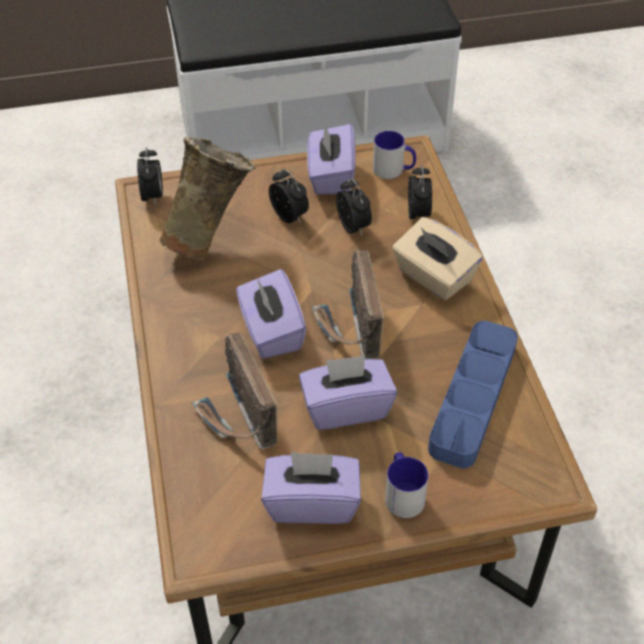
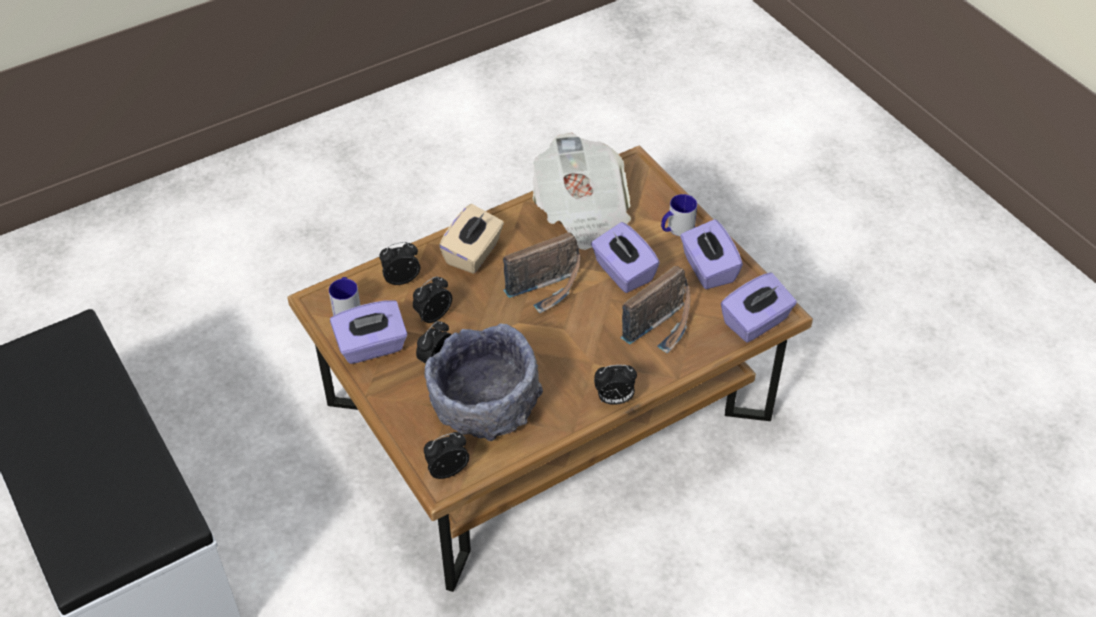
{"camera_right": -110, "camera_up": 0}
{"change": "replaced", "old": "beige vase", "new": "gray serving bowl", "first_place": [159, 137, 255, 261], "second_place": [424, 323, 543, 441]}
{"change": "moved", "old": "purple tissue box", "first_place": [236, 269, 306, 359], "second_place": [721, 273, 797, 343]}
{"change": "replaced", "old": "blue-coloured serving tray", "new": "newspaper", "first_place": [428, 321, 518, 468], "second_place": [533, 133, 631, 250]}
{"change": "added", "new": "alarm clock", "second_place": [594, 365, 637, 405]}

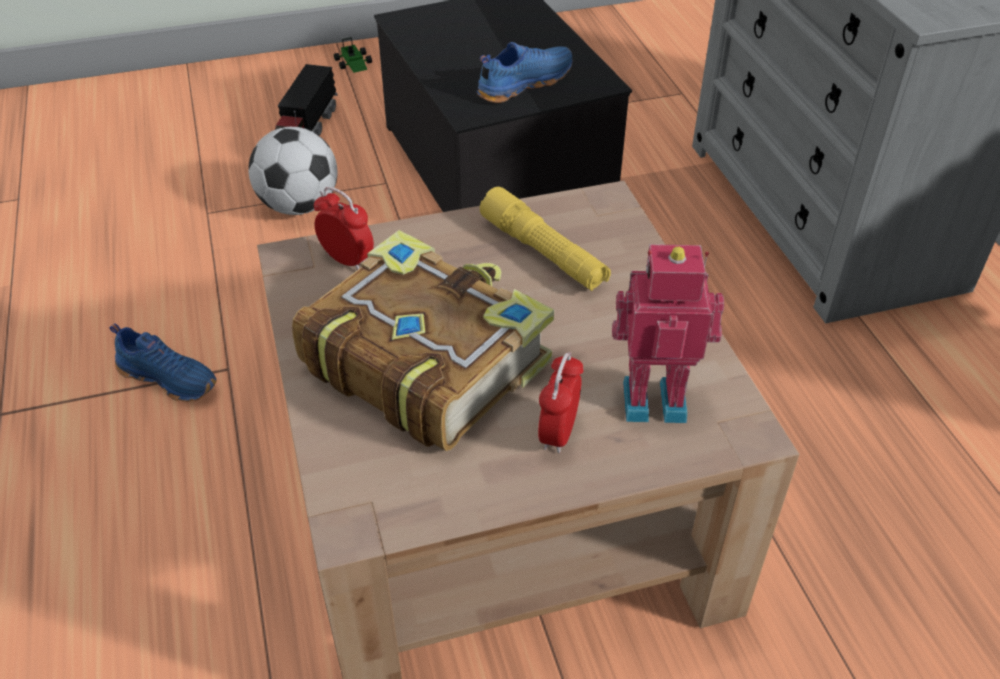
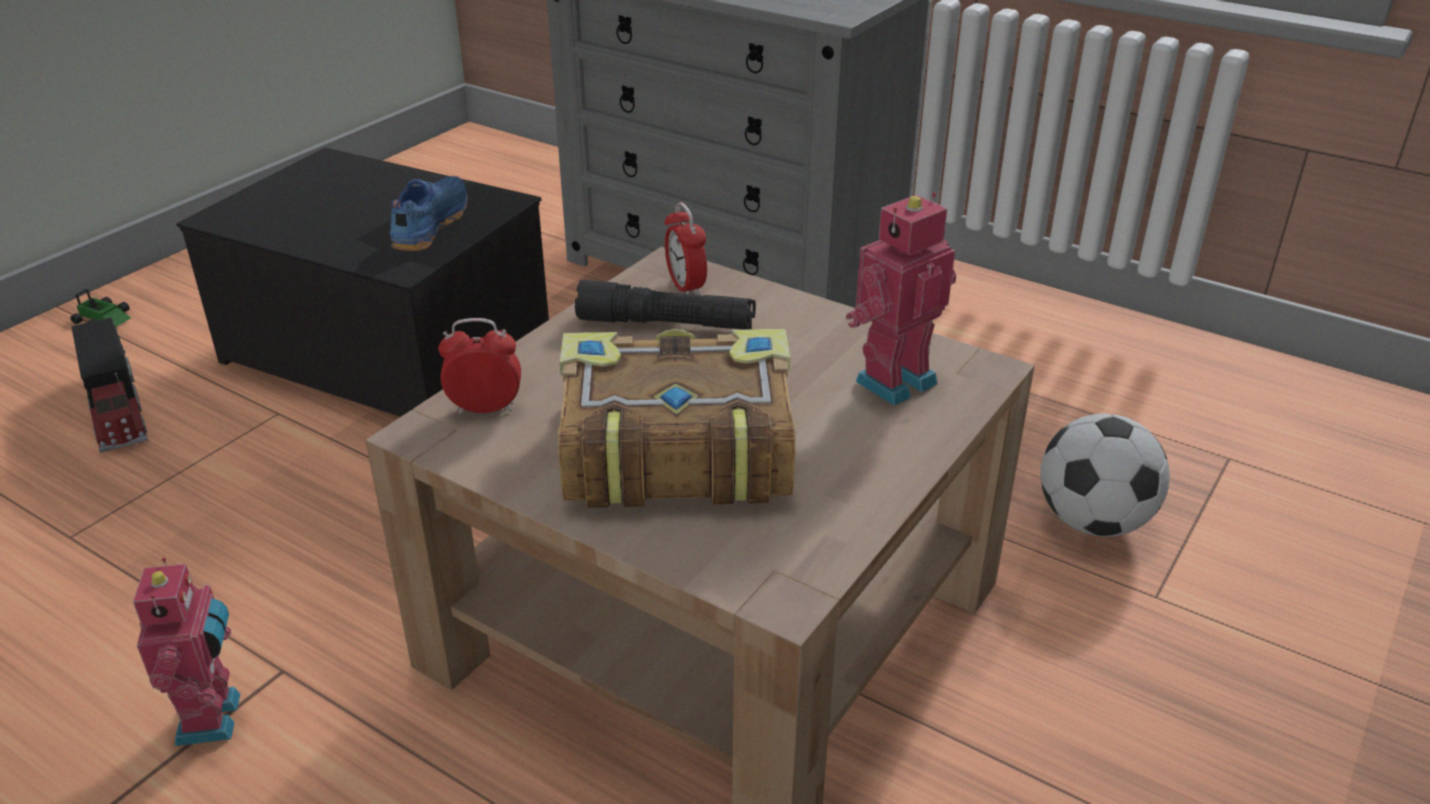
{"camera_right": -40, "camera_up": -10}
{"change": "moved", "old": "football", "first_place": [249, 127, 338, 215], "second_place": [1041, 413, 1170, 537]}
{"change": "recoloured", "old": "yellow-coloured hand torch", "new": "blackish hand torch", "first_place": [480, 187, 611, 291], "second_place": [575, 280, 756, 329]}
{"change": "replaced", "old": "blue-coloured item of footwear", "new": "robot figure", "first_place": [110, 323, 217, 402], "second_place": [133, 558, 241, 746]}
{"change": "moved", "old": "alarm clock", "first_place": [538, 352, 584, 453], "second_place": [665, 202, 707, 295]}

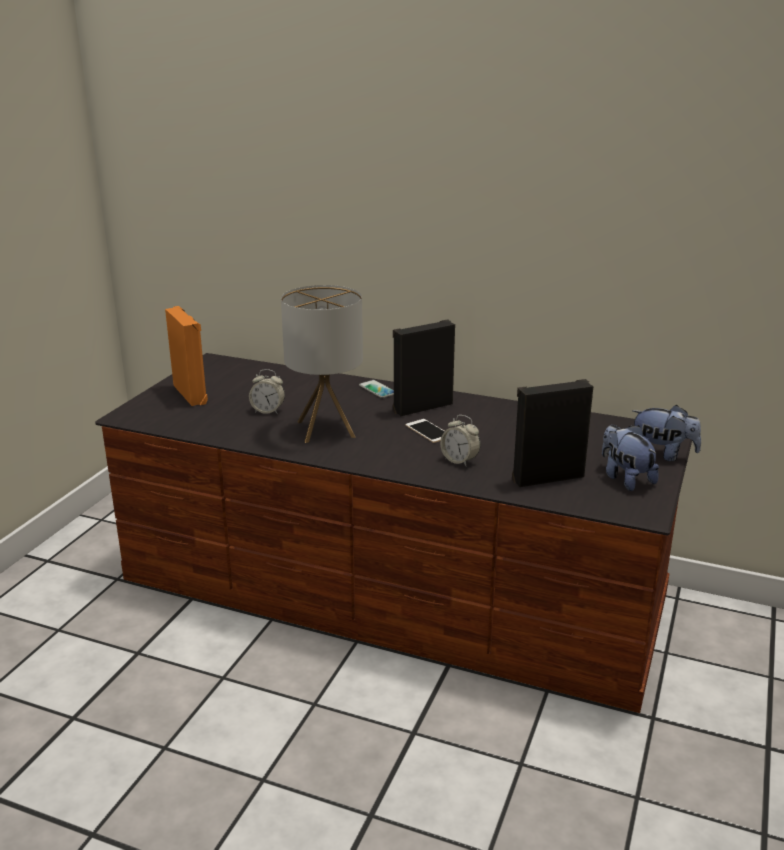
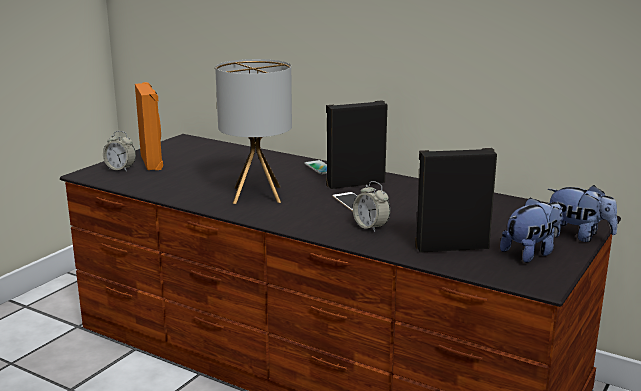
{"camera_right": 10, "camera_up": -5}
{"change": "moved", "old": "alarm clock", "first_place": [249, 369, 285, 414], "second_place": [103, 131, 136, 172]}
{"change": "turned", "old": "plush toy", "first_place": [602, 425, 659, 491], "second_place": [500, 197, 563, 263], "degrees": 75}

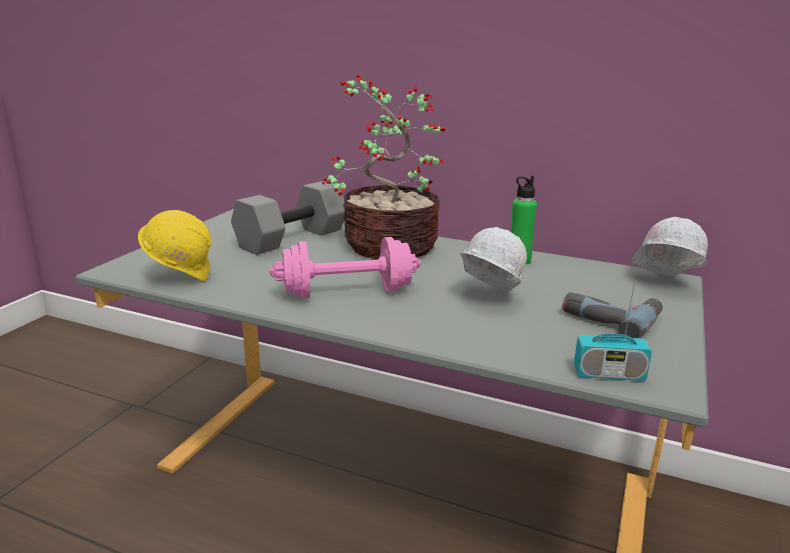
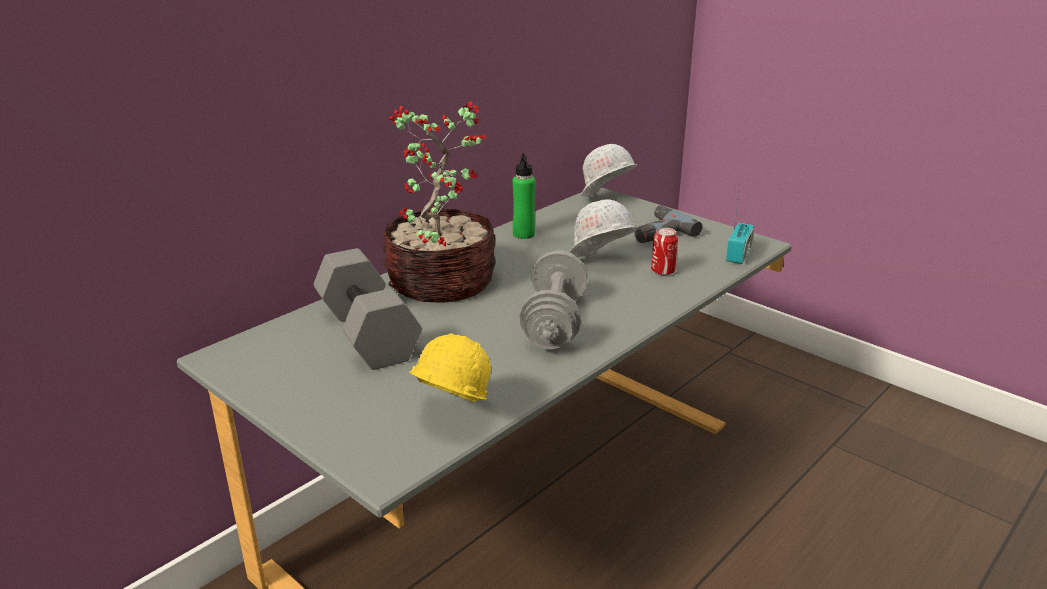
{"camera_right": -70, "camera_up": 5}
{"change": "recoloured", "old": "pink hand weight", "new": "gray hand weight", "first_place": [270, 237, 421, 298], "second_place": [520, 250, 587, 349]}
{"change": "added", "new": "sealed can", "second_place": [651, 228, 678, 275]}

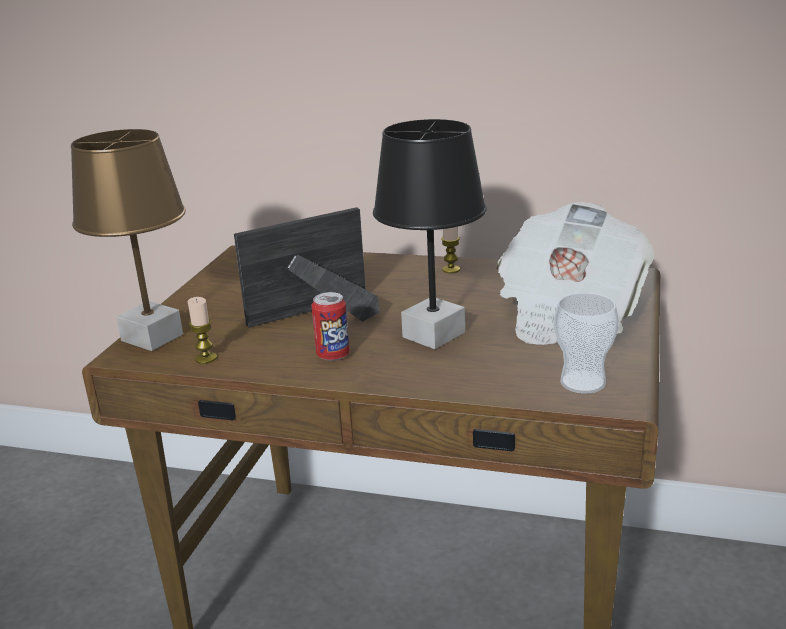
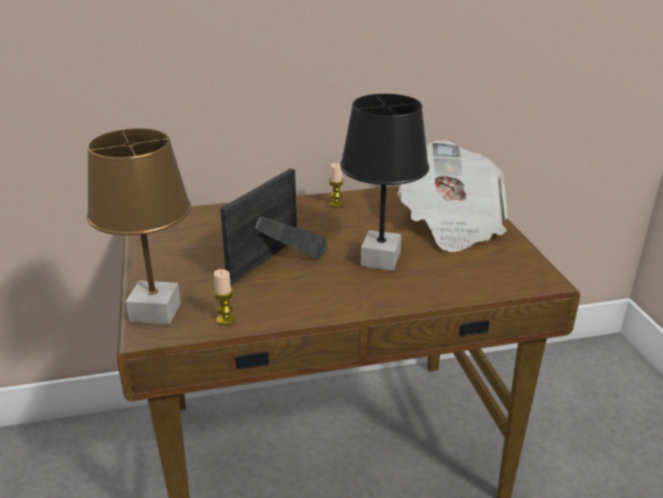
{"camera_right": -30, "camera_up": 5}
{"change": "removed", "old": "sealed can", "first_place": [311, 292, 350, 361]}
{"change": "removed", "old": "small cup", "first_place": [554, 293, 619, 394]}

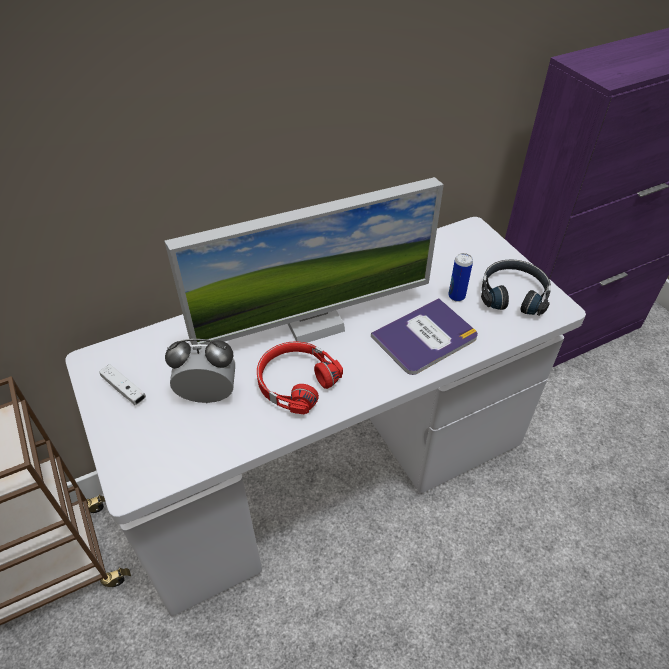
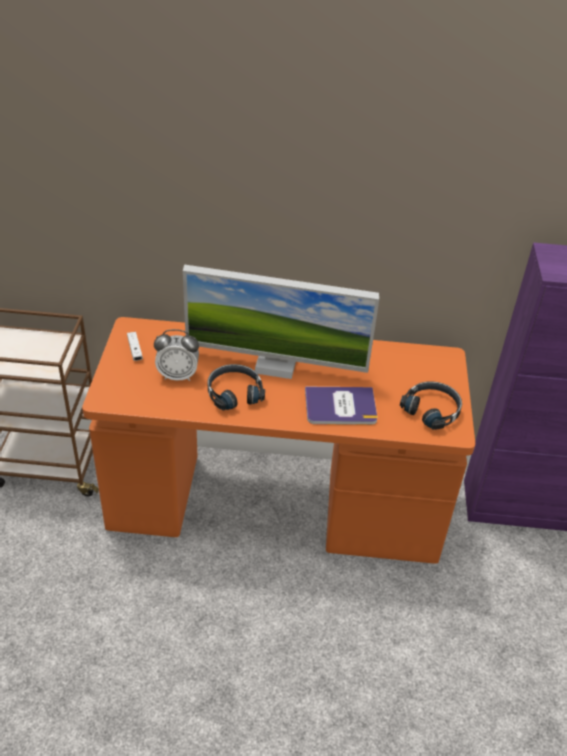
{"camera_right": 30, "camera_up": -5}
{"change": "recoloured", "old": "white-coloured desk", "new": "orange-coloured desk", "first_place": [65, 217, 586, 616], "second_place": [82, 317, 475, 564]}
{"change": "removed", "old": "sealed can", "first_place": [448, 253, 473, 302]}
{"change": "turned", "old": "alarm clock", "first_place": [165, 339, 235, 403], "second_place": [154, 329, 199, 381], "degrees": 150}
{"change": "recoloured", "old": "reddish pair of headphones", "new": "blackish pair of headphones", "first_place": [257, 341, 343, 414], "second_place": [208, 364, 265, 411]}

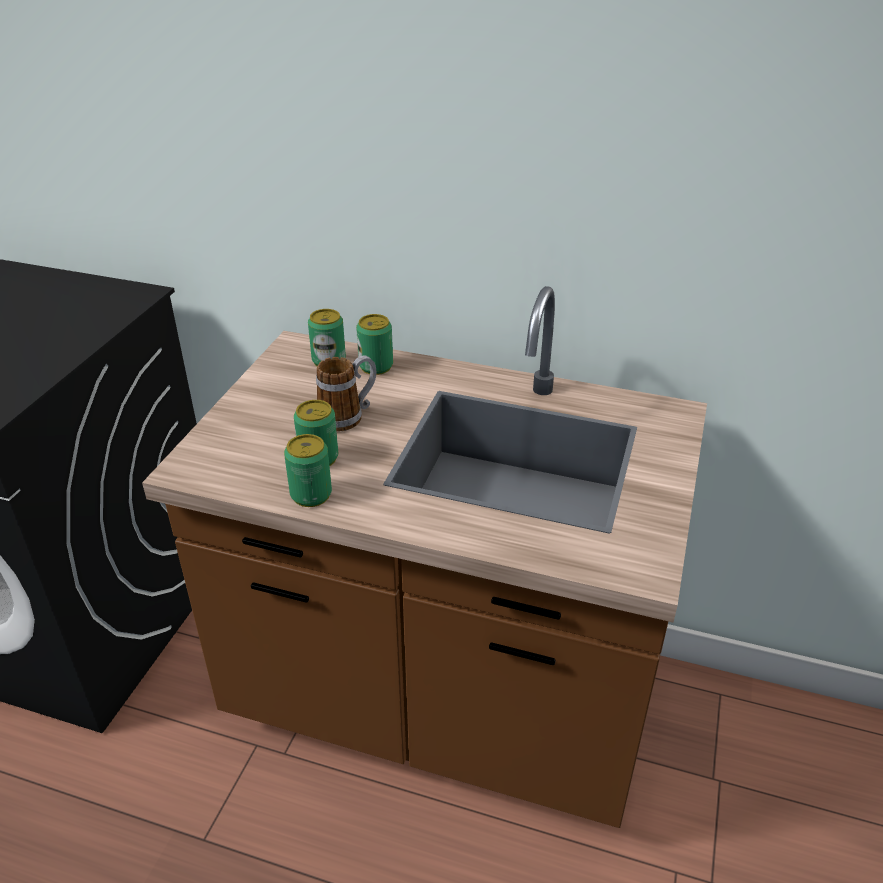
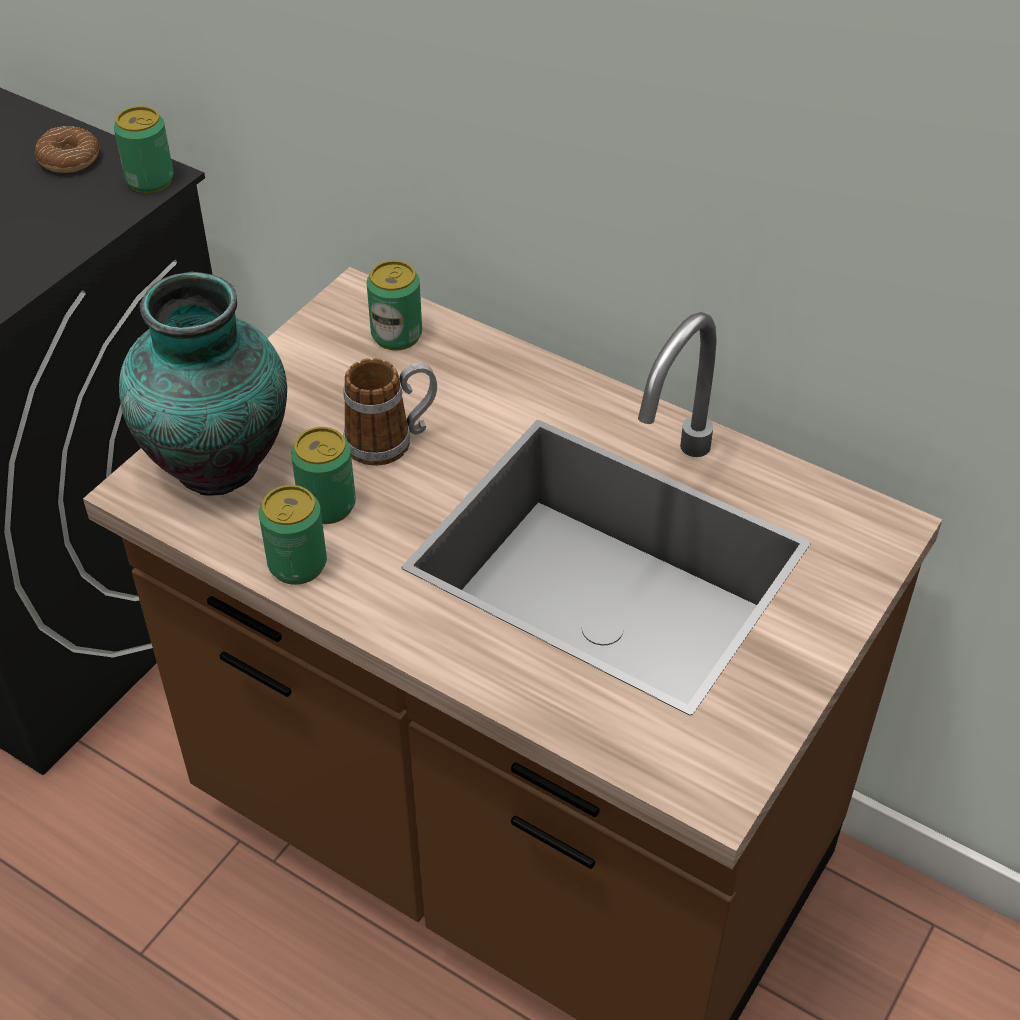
{"camera_right": 15, "camera_up": 10}
{"change": "moved", "old": "sealed can", "first_place": [356, 314, 393, 375], "second_place": [114, 106, 174, 193]}
{"change": "added", "new": "doughnut", "second_place": [35, 126, 100, 173]}
{"change": "added", "new": "vase", "second_place": [119, 272, 287, 495]}

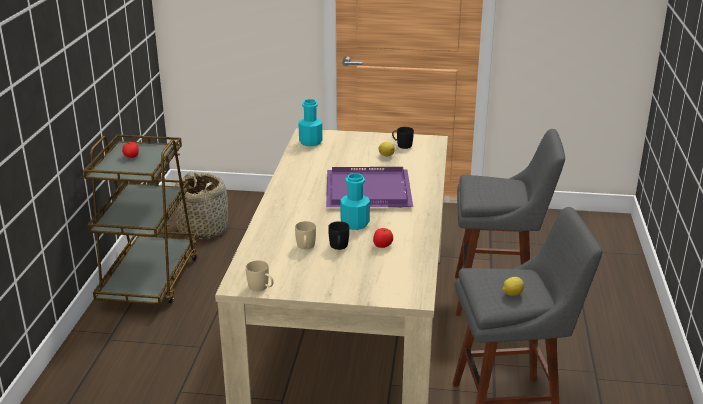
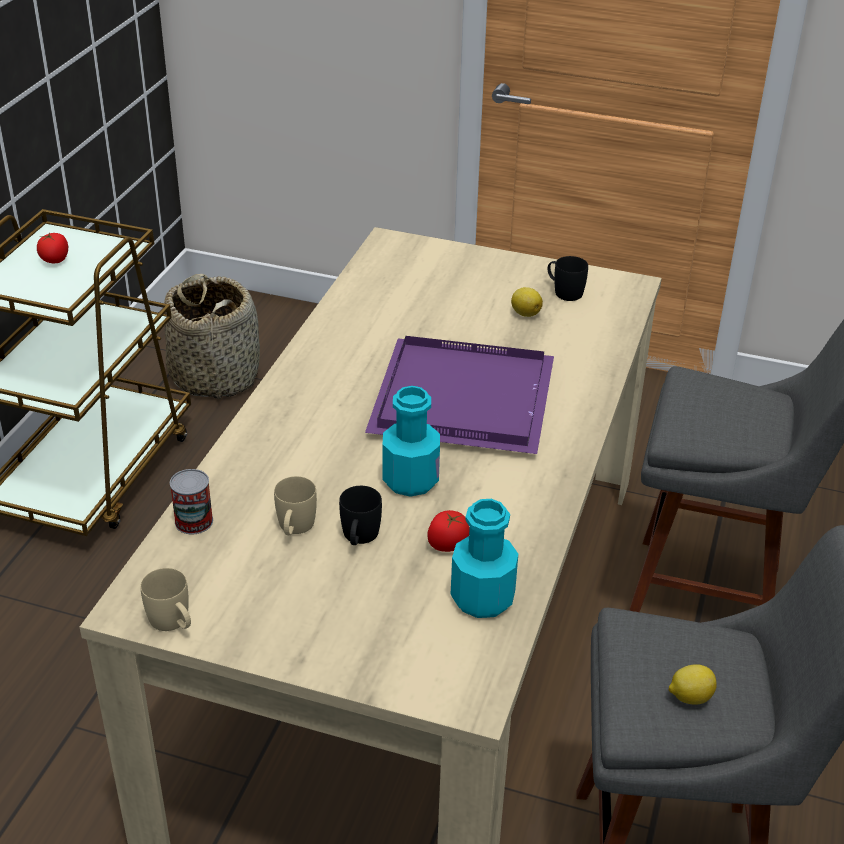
{"camera_right": 10, "camera_up": 10}
{"change": "moved", "old": "turquoise bottle", "first_place": [299, 99, 323, 147], "second_place": [451, 499, 518, 618]}
{"change": "added", "new": "sealed can", "second_place": [170, 469, 213, 534]}

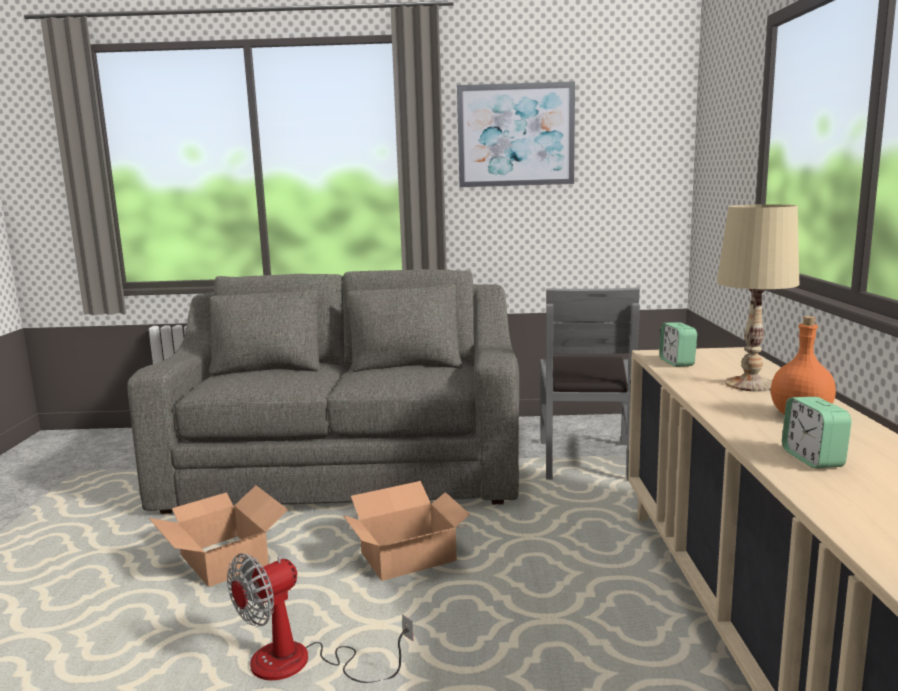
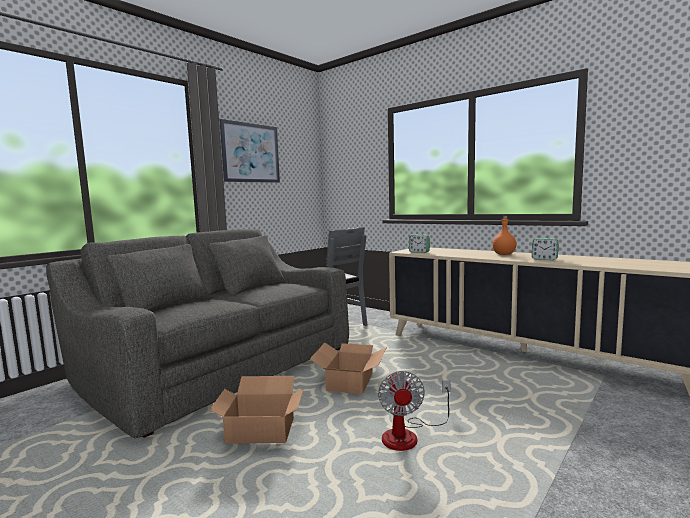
{"camera_right": -50, "camera_up": -5}
{"change": "removed", "old": "beige table lamp", "first_place": [717, 204, 799, 392]}

